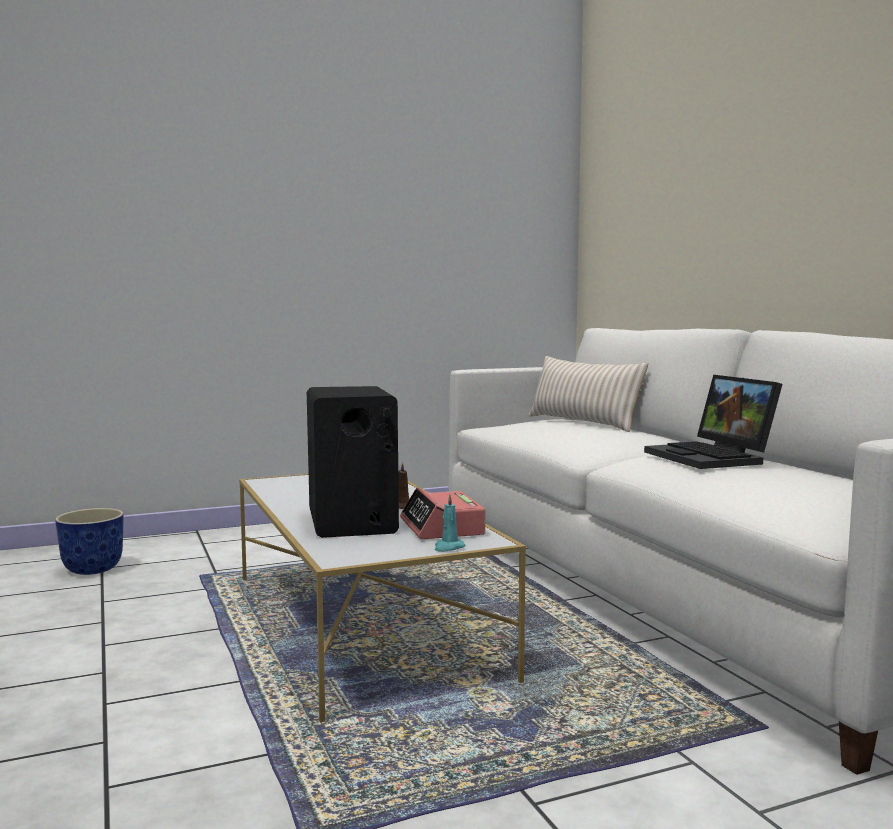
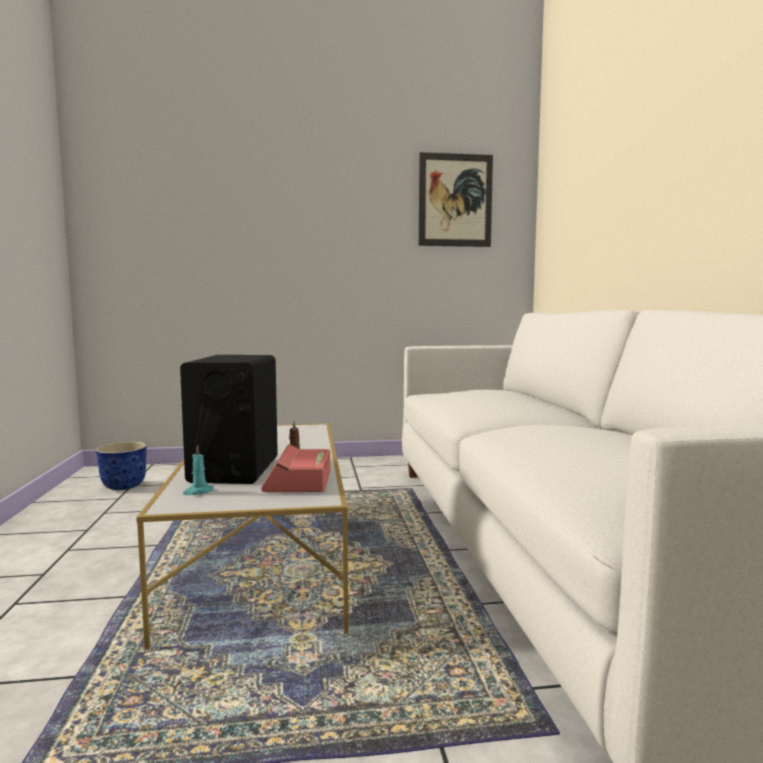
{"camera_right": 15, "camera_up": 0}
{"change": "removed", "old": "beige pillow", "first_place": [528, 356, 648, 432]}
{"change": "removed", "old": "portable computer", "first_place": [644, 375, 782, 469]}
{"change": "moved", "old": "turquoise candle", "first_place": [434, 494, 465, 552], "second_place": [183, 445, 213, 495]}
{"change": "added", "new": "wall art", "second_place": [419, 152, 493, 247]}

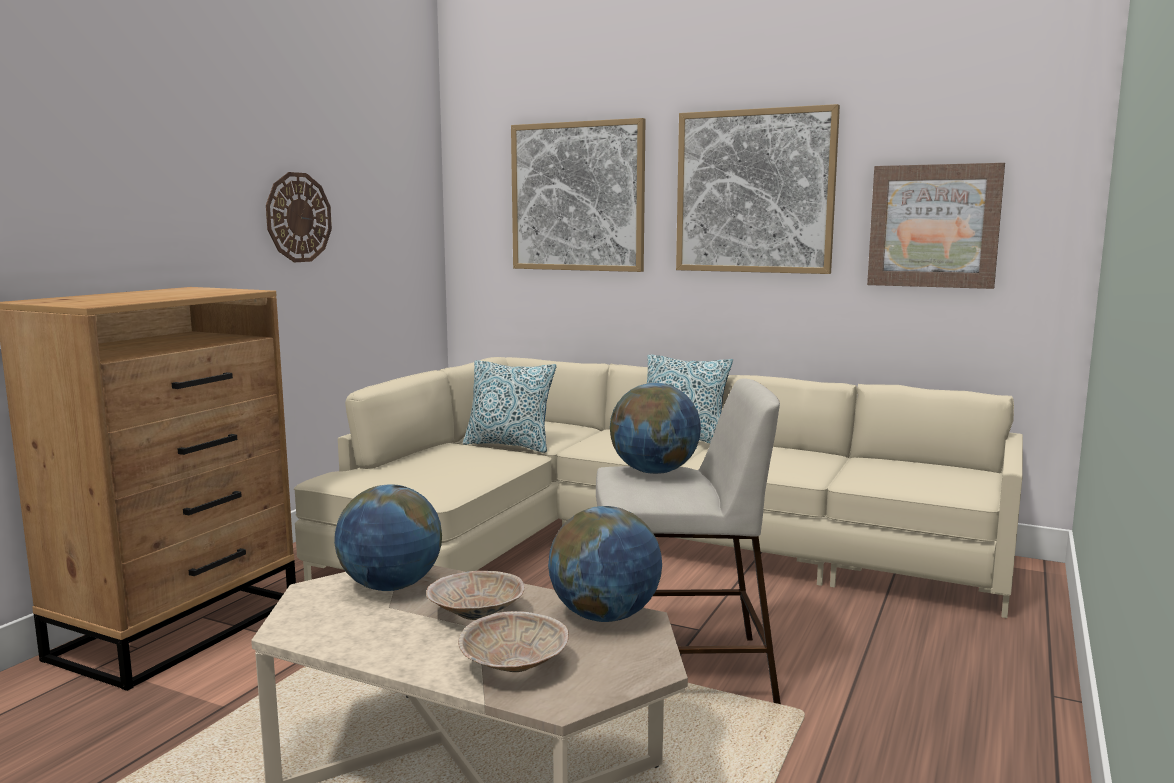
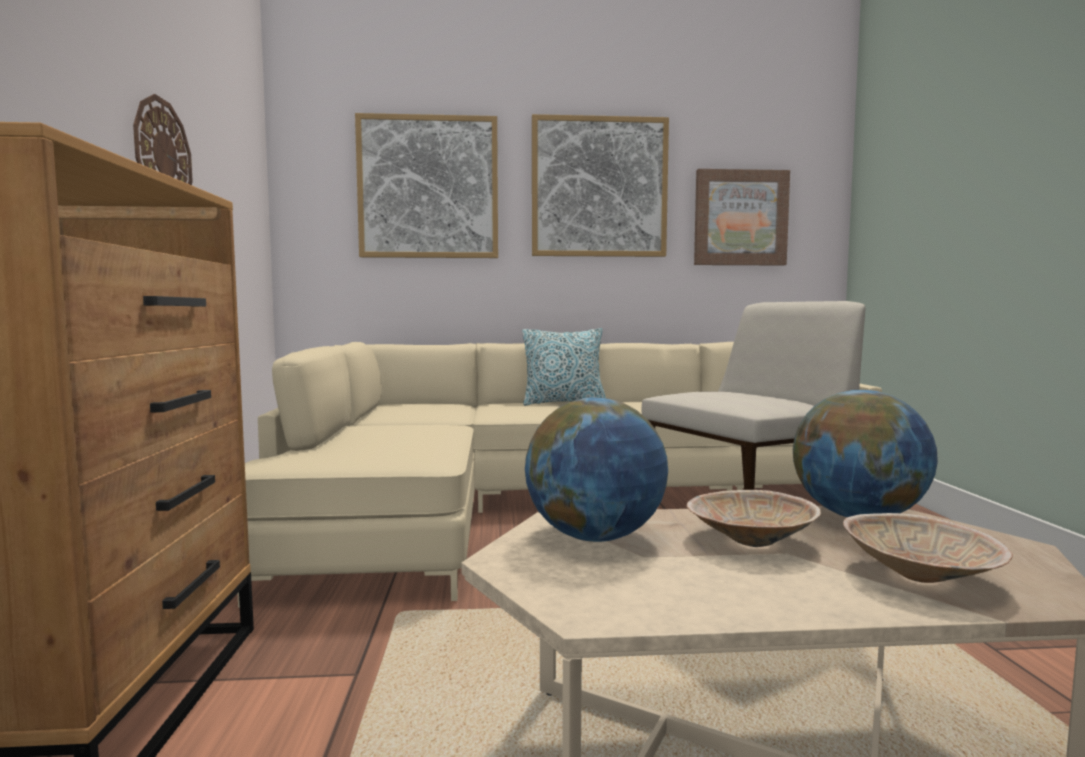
{"camera_right": -30, "camera_up": -5}
{"change": "removed", "old": "pillow", "first_place": [463, 360, 557, 452]}
{"change": "removed", "old": "globe", "first_place": [610, 383, 701, 474]}

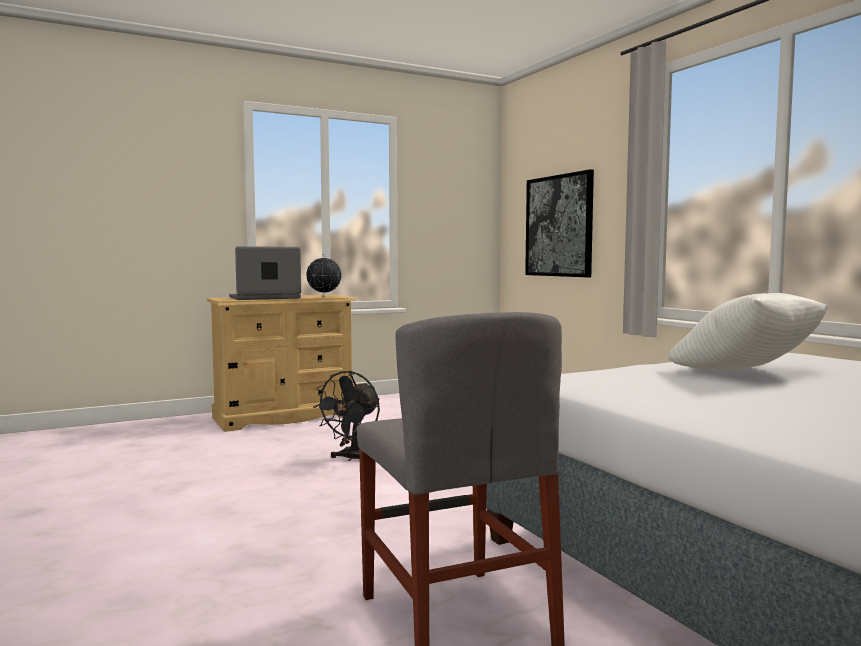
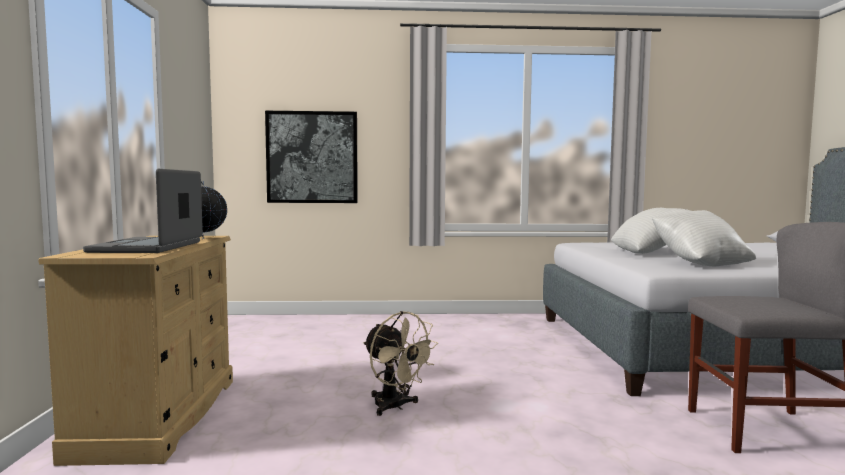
{"camera_right": -65, "camera_up": 0}
{"change": "recoloured", "old": "blackish cooling fan", "new": "beige cooling fan", "first_place": [313, 371, 380, 461], "second_place": [364, 311, 438, 416]}
{"change": "added", "new": "white-coloured pillow", "second_place": [652, 210, 756, 266]}

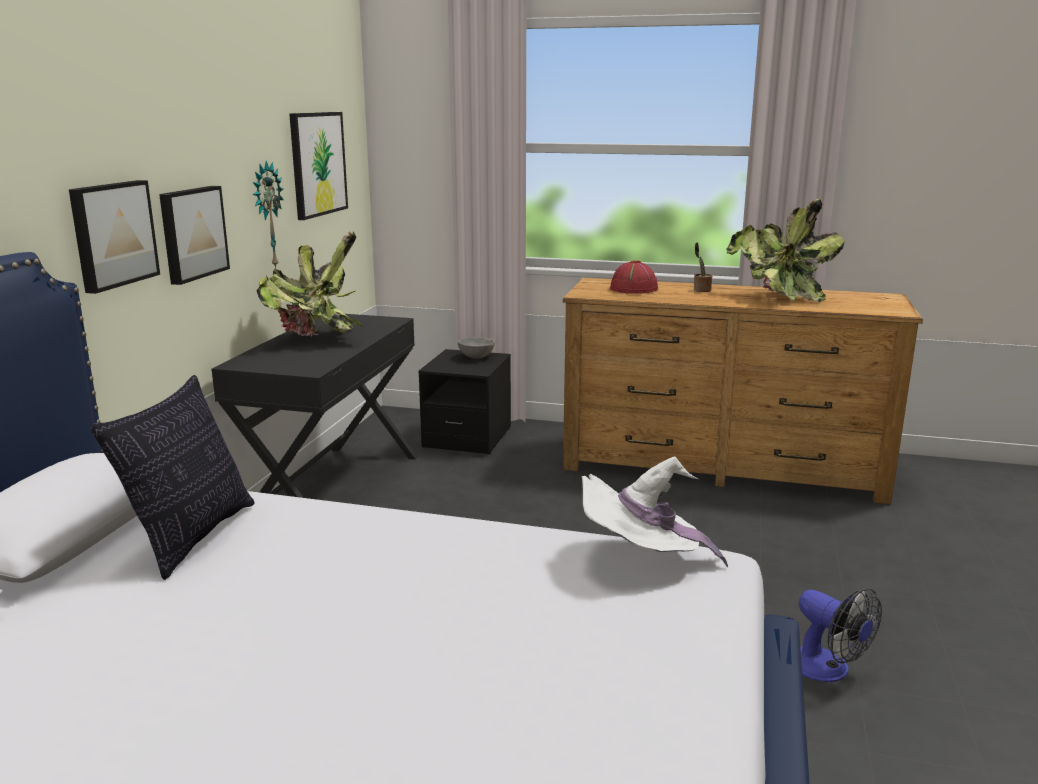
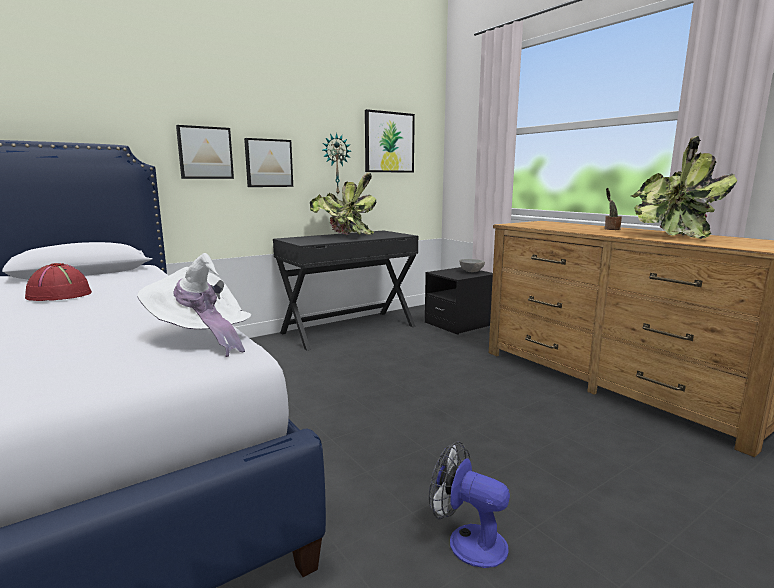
{"camera_right": 40, "camera_up": -5}
{"change": "moved", "old": "reddish clothing hat", "first_place": [610, 261, 658, 294], "second_place": [25, 263, 92, 301]}
{"change": "removed", "old": "pillow", "first_place": [91, 375, 254, 580]}
{"change": "turned", "old": "cooling fan", "first_place": [799, 588, 882, 682], "second_place": [429, 441, 510, 568], "degrees": 120}

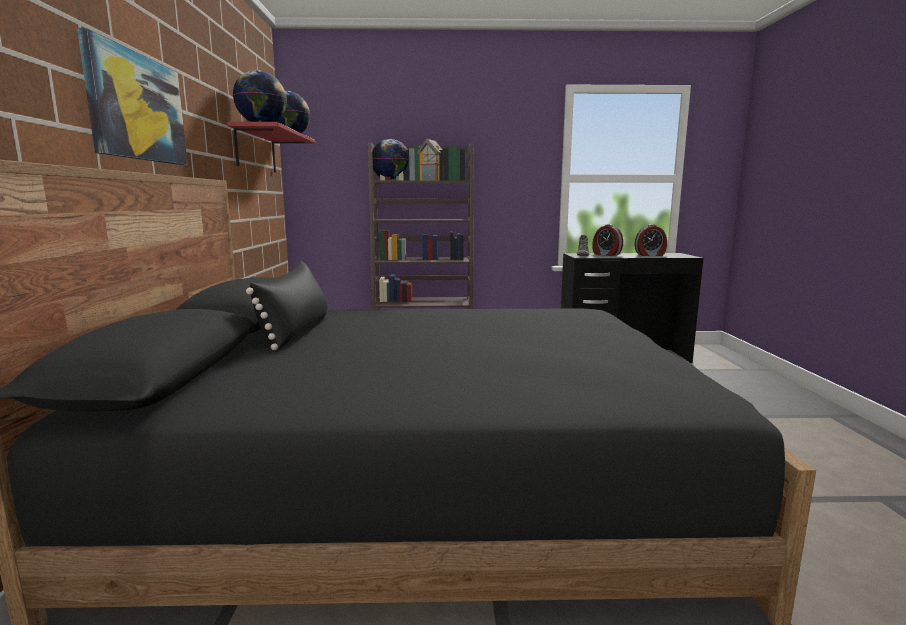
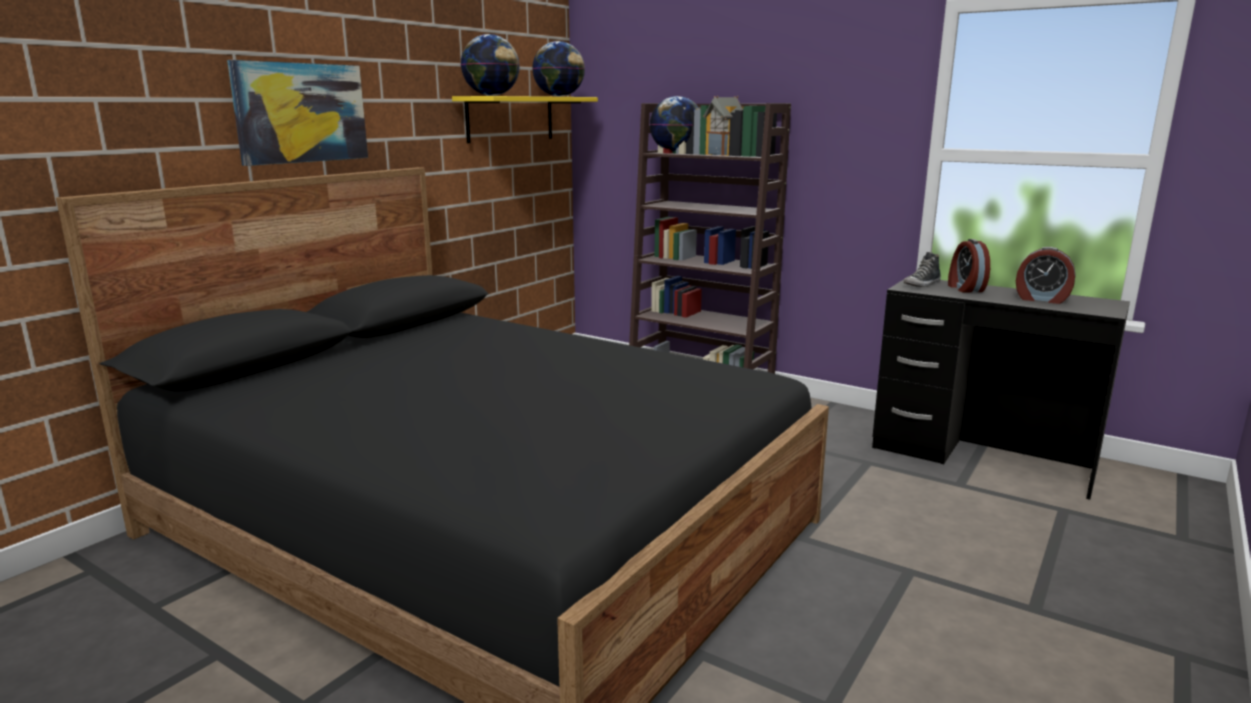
{"camera_right": 35, "camera_up": 5}
{"change": "recoloured", "old": "reddish wall shelf", "new": "yellow-coloured wall shelf", "first_place": [227, 122, 316, 173], "second_place": [452, 96, 598, 143]}
{"change": "removed", "old": "blackish pillow", "first_place": [246, 261, 328, 350]}

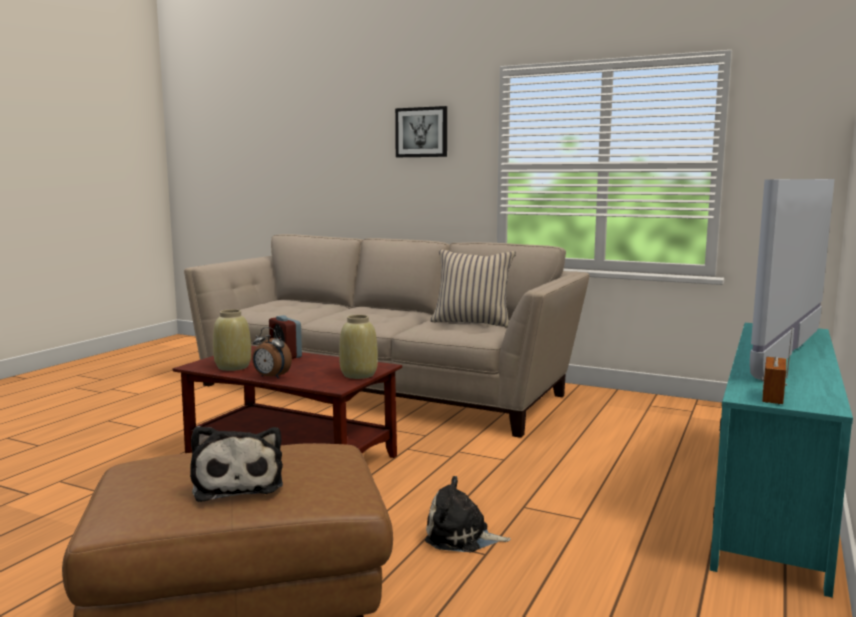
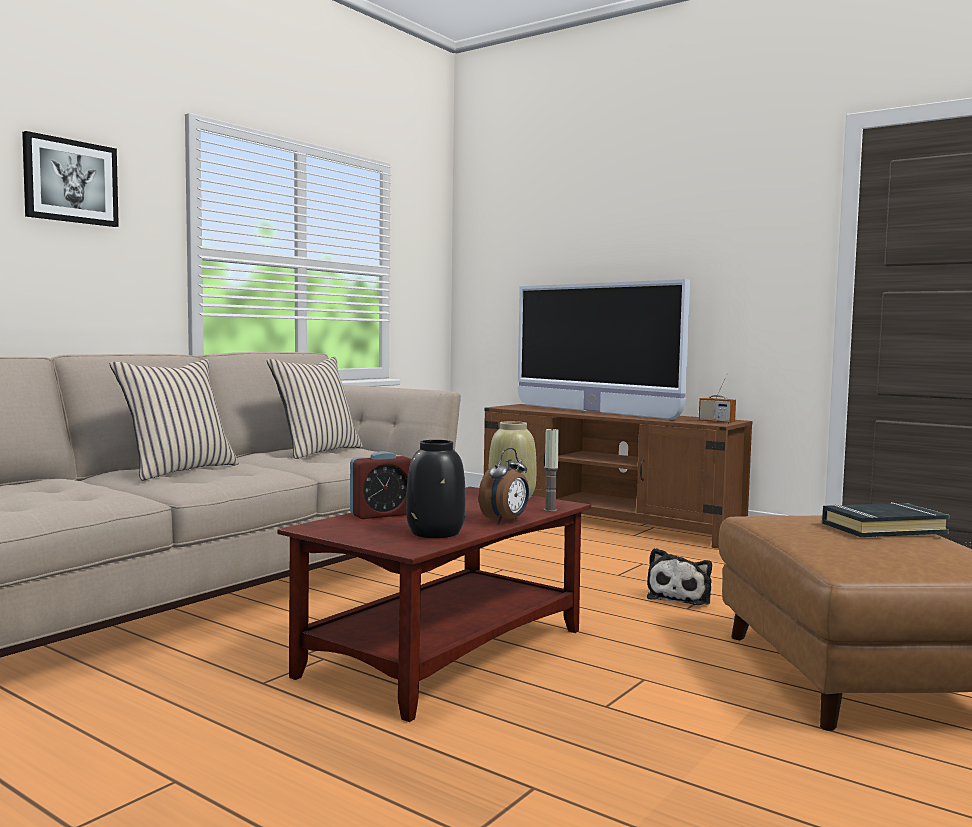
{"camera_right": -80, "camera_up": -5}
{"change": "recoloured", "old": "beige vase", "new": "blackish vase", "first_place": [213, 309, 251, 371], "second_place": [406, 440, 466, 538]}
{"change": "recoloured", "old": "turquoise tv unit", "new": "brown tv unit", "first_place": [710, 323, 853, 598], "second_place": [484, 404, 752, 549]}
{"change": "replaced", "old": "plush toy", "new": "blackish book", "first_place": [190, 426, 283, 502], "second_place": [822, 502, 950, 537]}
{"change": "added", "new": "beige pillow", "second_place": [110, 359, 239, 480]}
{"change": "added", "new": "candle", "second_place": [543, 427, 559, 512]}

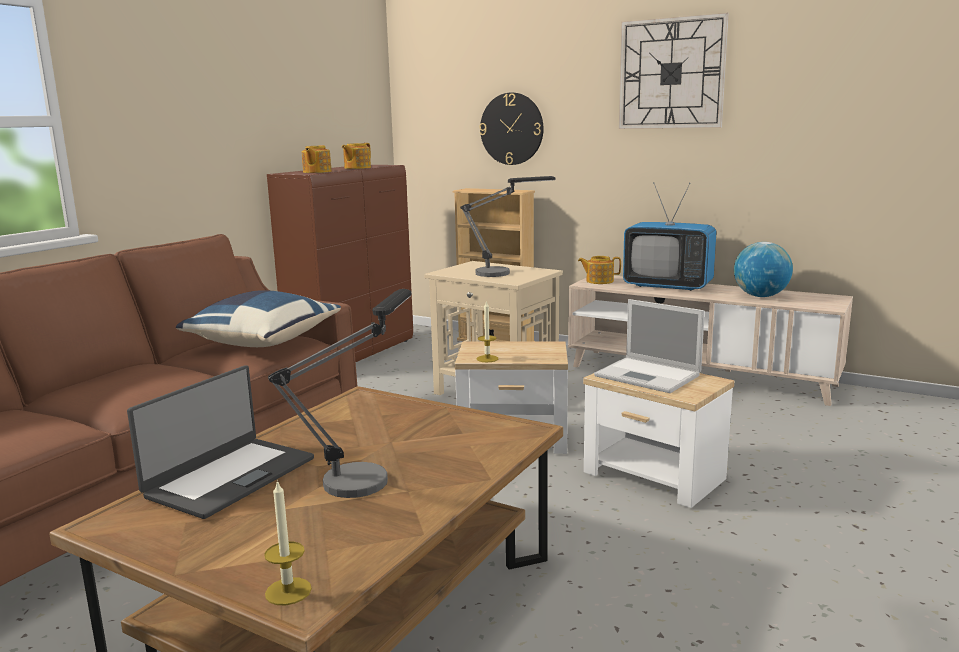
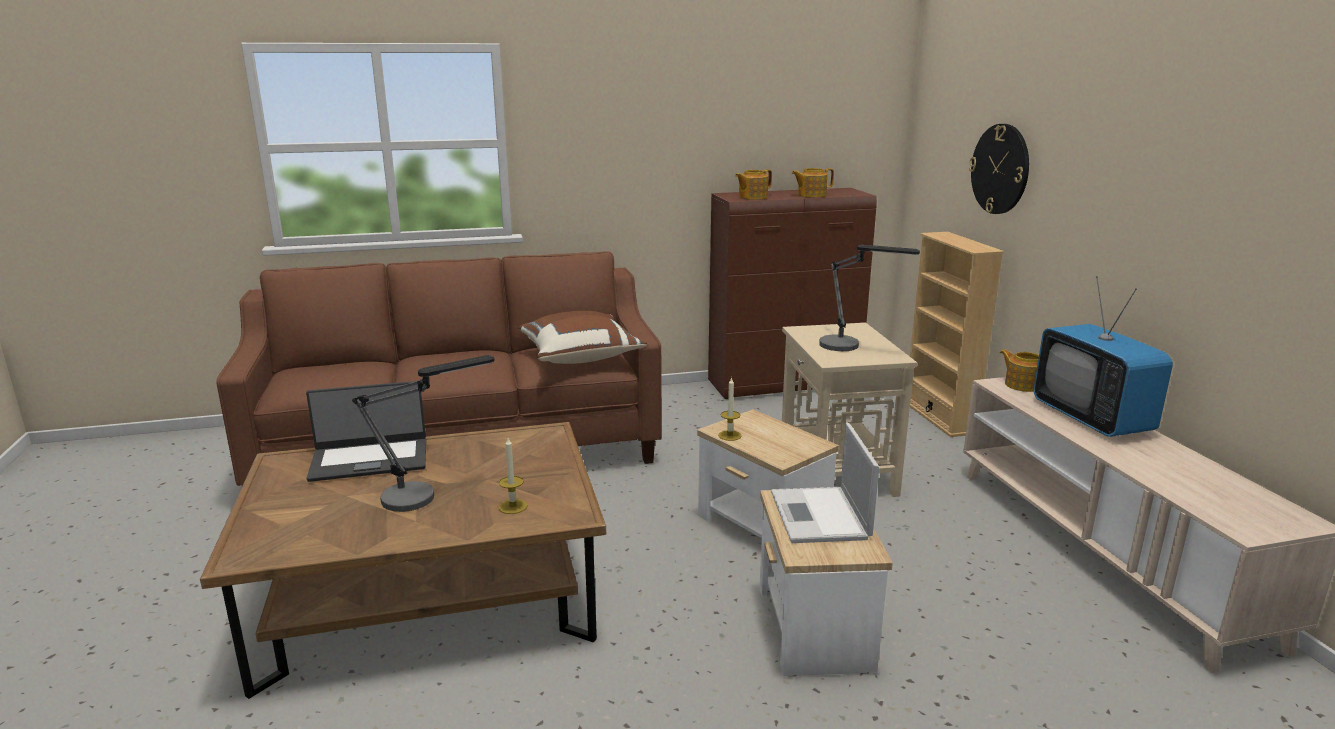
{"camera_right": 45, "camera_up": 5}
{"change": "removed", "old": "wall clock", "first_place": [619, 13, 729, 129]}
{"change": "removed", "old": "globe", "first_place": [734, 242, 793, 297]}
{"change": "recoloured", "old": "blue-coloured pillow", "new": "brown pillow", "first_place": [176, 290, 341, 347], "second_place": [518, 311, 647, 364]}
{"change": "moved", "old": "candle", "first_place": [264, 480, 312, 605], "second_place": [498, 438, 528, 514]}

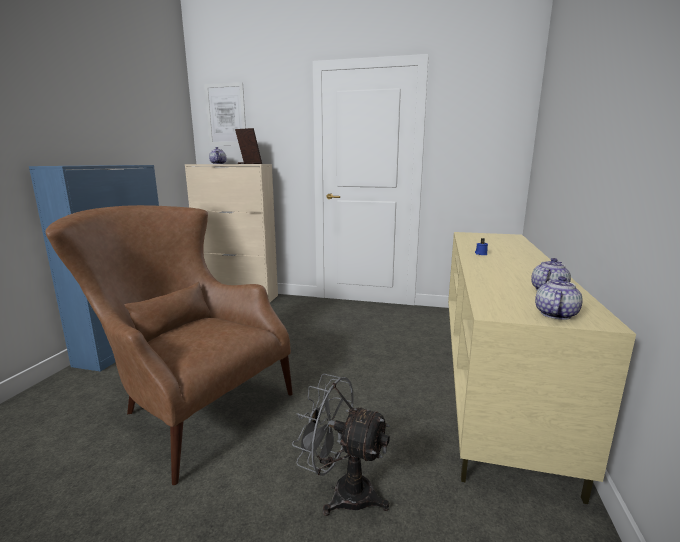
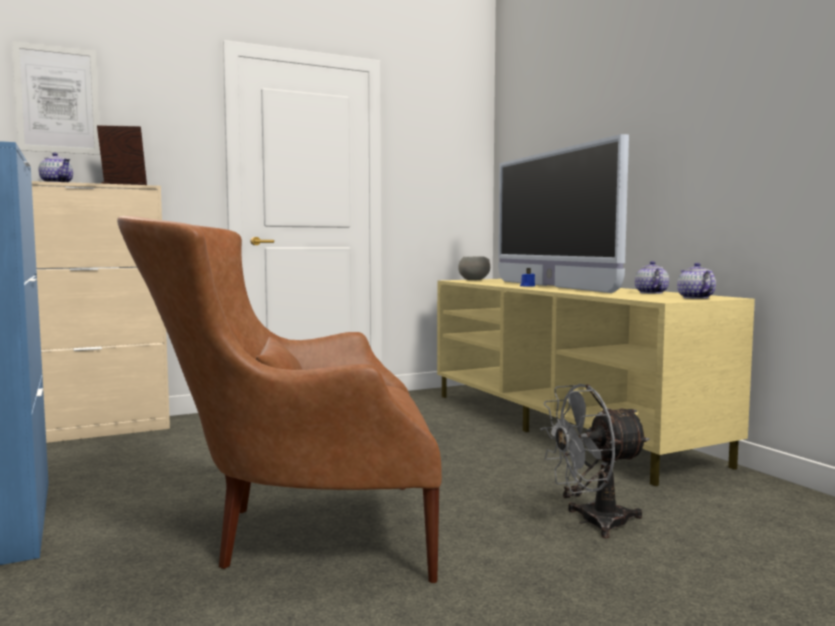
{"camera_right": -40, "camera_up": -10}
{"change": "added", "new": "TV set", "second_place": [498, 134, 629, 293]}
{"change": "added", "new": "gray serving bowl", "second_place": [458, 256, 490, 280]}

